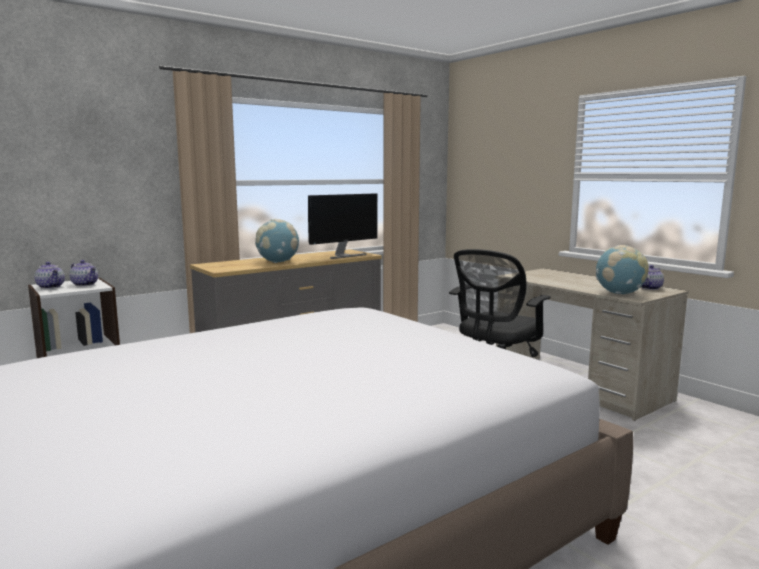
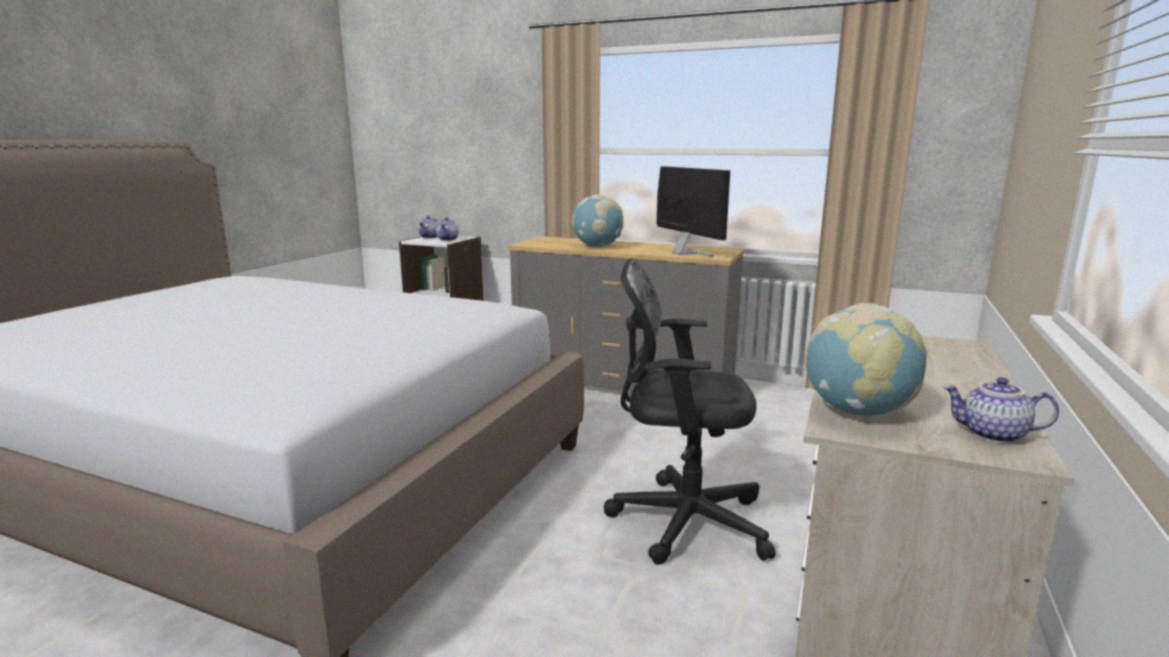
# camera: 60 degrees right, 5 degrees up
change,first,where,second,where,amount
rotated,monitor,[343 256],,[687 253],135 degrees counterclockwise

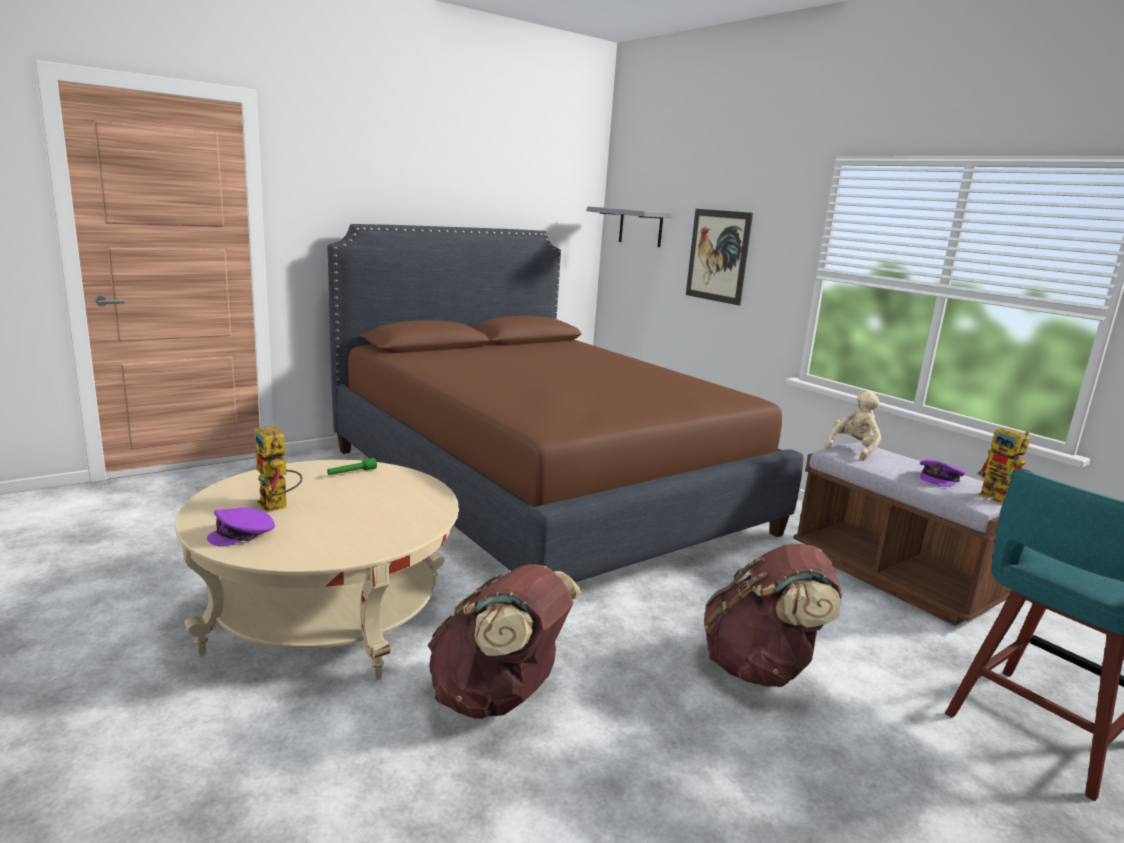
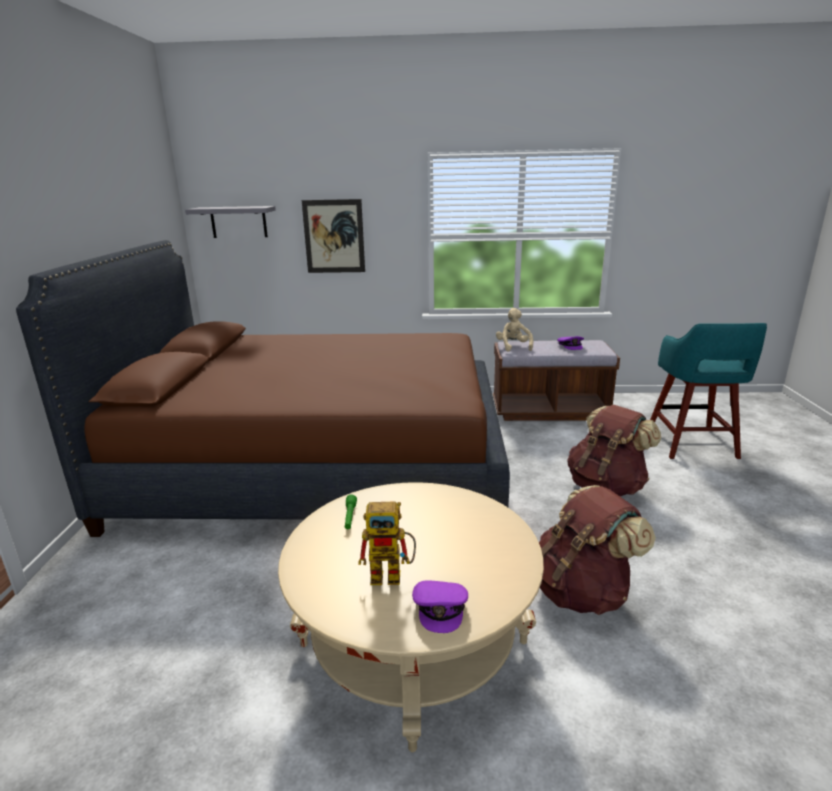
# camera: 50 degrees left, 5 degrees up
change,first,where,second,where,amount
gone,robot zabawkowy,[1003 500],,,

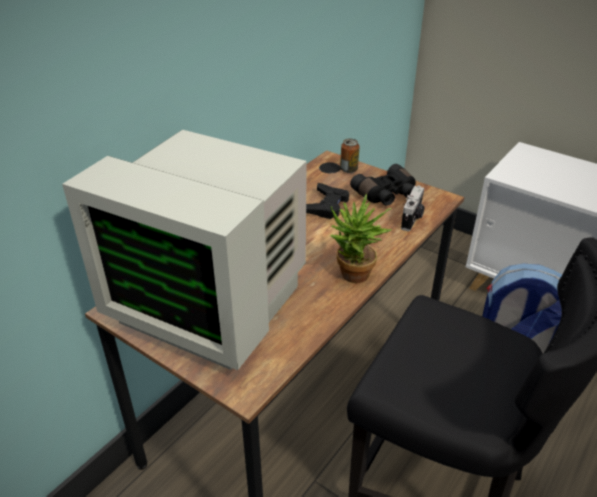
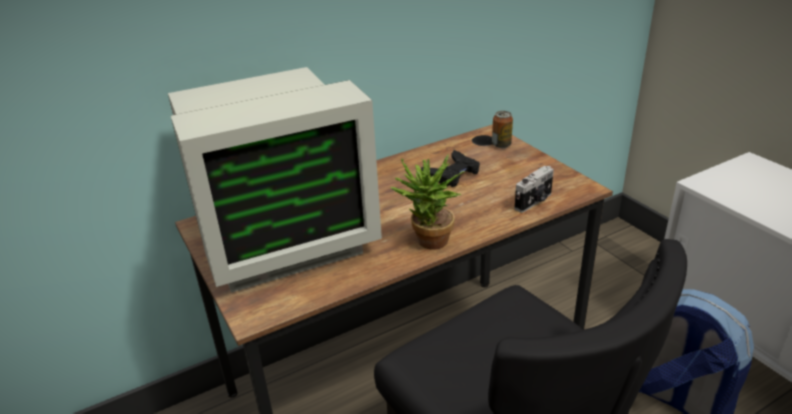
# camera: 25 degrees right, 5 degrees down
change,first,where,second,where,amount
gone,lornetka (czarny),[387 195],,,
rotated,monitor,[212 303],,[280 236],75 degrees counterclockwise

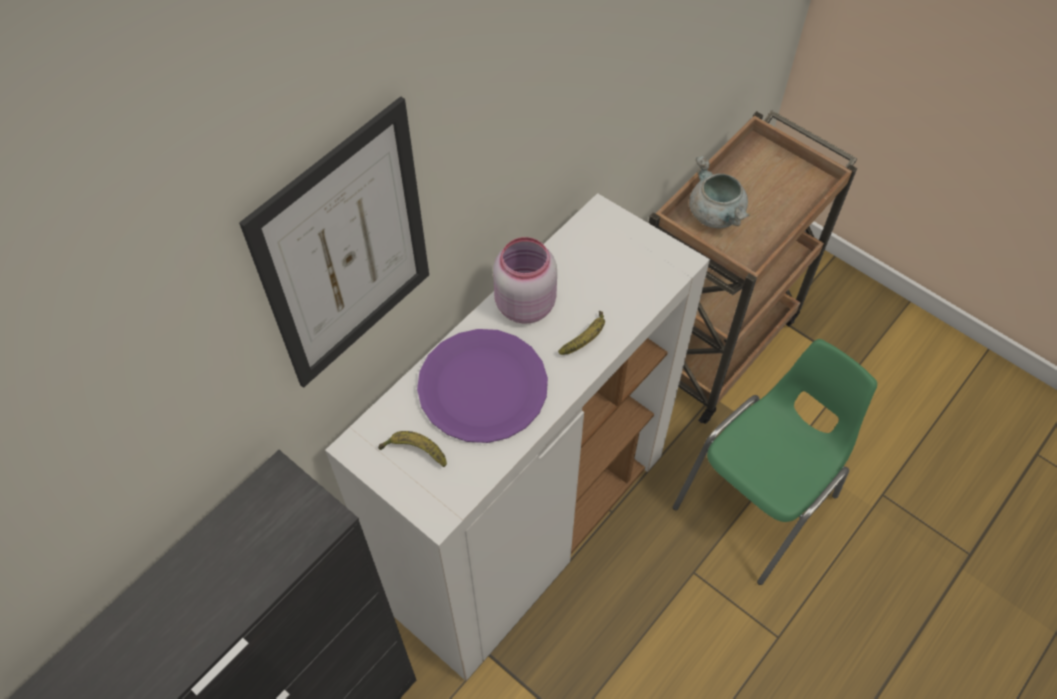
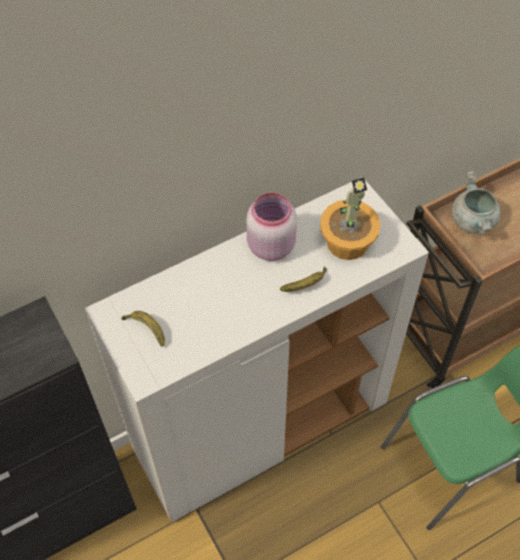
# camera: 20 degrees right, 0 degrees up
change,first,where,second,where,amount
gone,obraz,[346 251],,,
gone,talerz (fioletowy),[482 387],,,
new,,,roślina doniczkowa,[347 241],

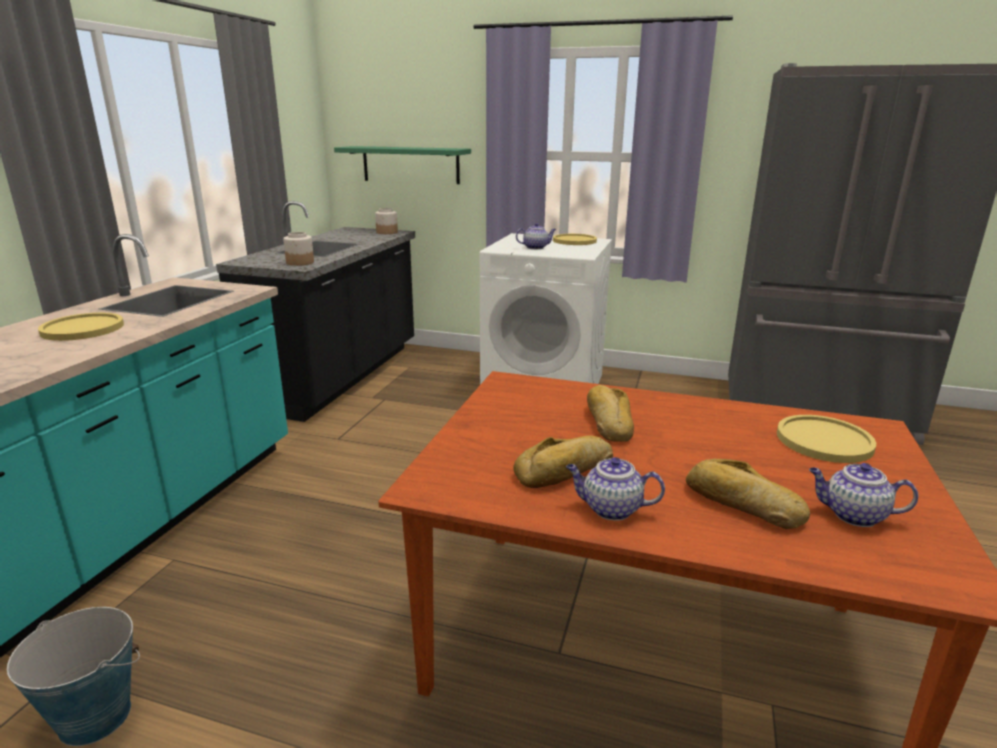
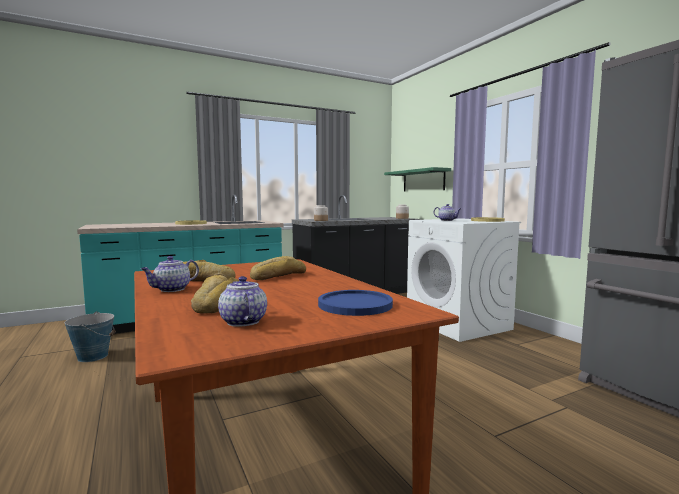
# camera: 45 degrees right, 15 degrees down
change,first,where,second,where,amount
repainted,talerz (żółty),[824 440],talerz (niebieski),[355 304],
rotated,imbryk,[610 509],,[171 289],105 degrees counterclockwise

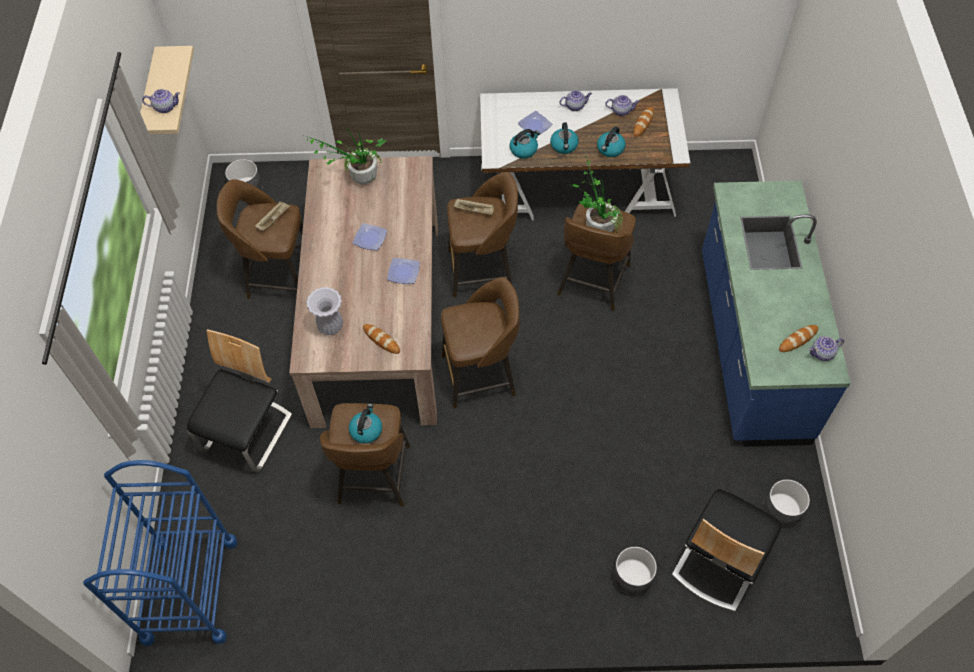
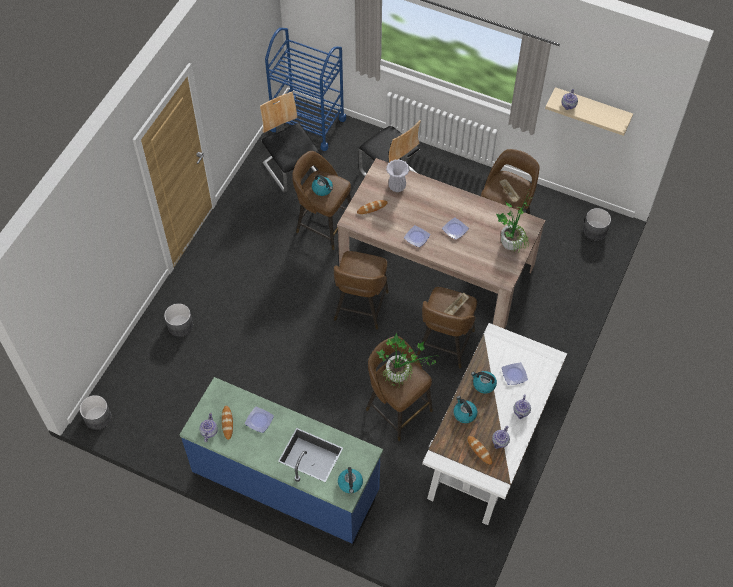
# camera: 115 degrees right, 0 degrees up
change,first,where,second,where,amount
new,,,talerz,[259 421],
shifted,czajnik,[524 149],,[350 483],
shifted,krzesło,[719 561],,[292 169],
shifted,donica (szary),[781 510],,[97 417],

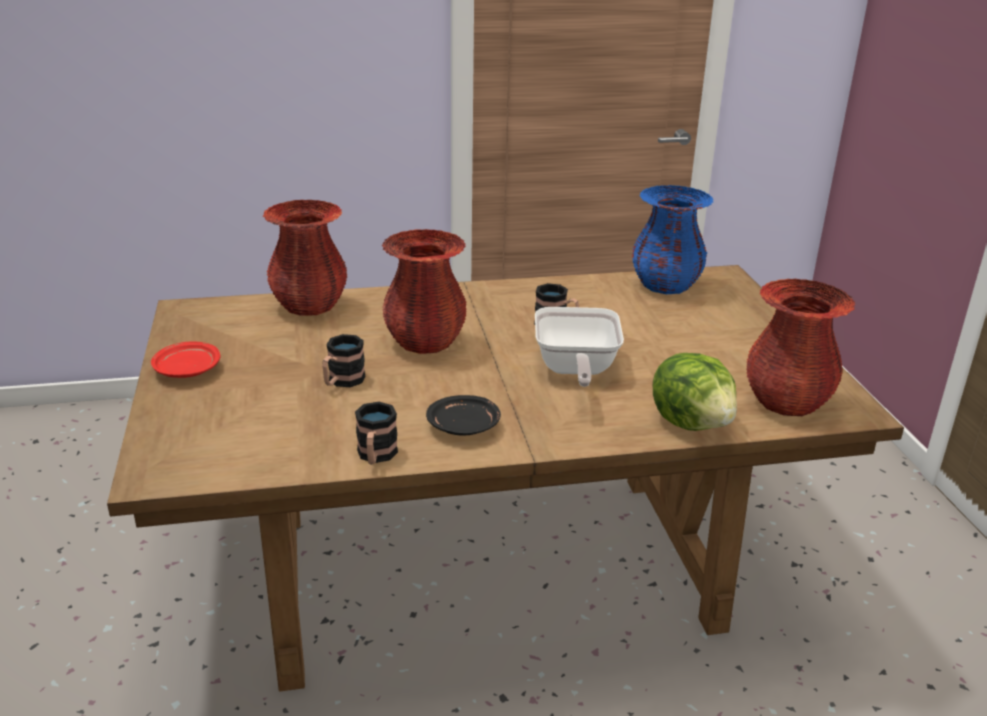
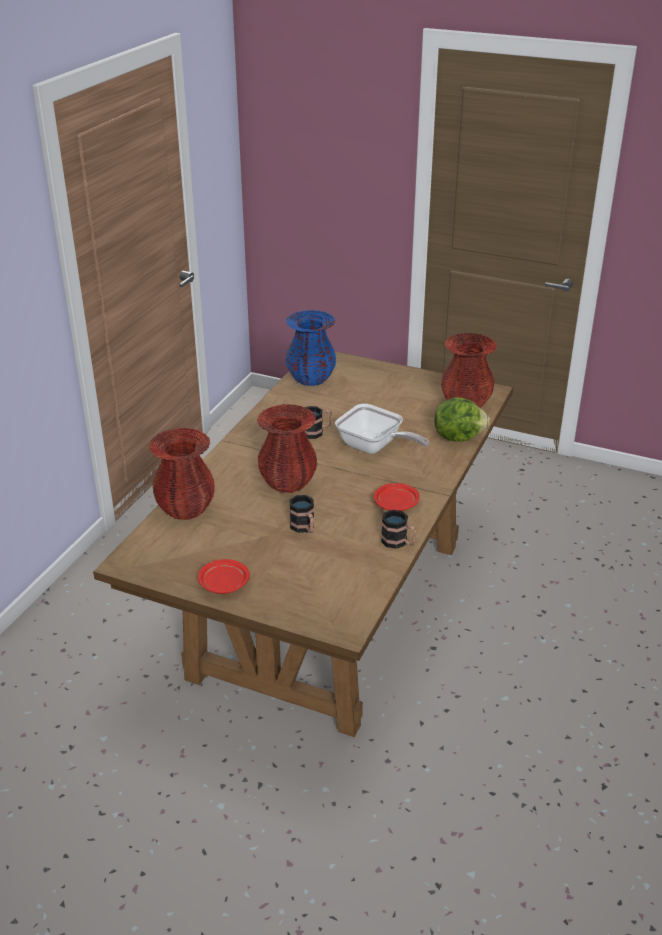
# camera: 55 degrees left, 5 degrees up
change,first,where,second,where,amount
repainted,talerz (czarny),[464 426],talerz (czerwony),[396 504],

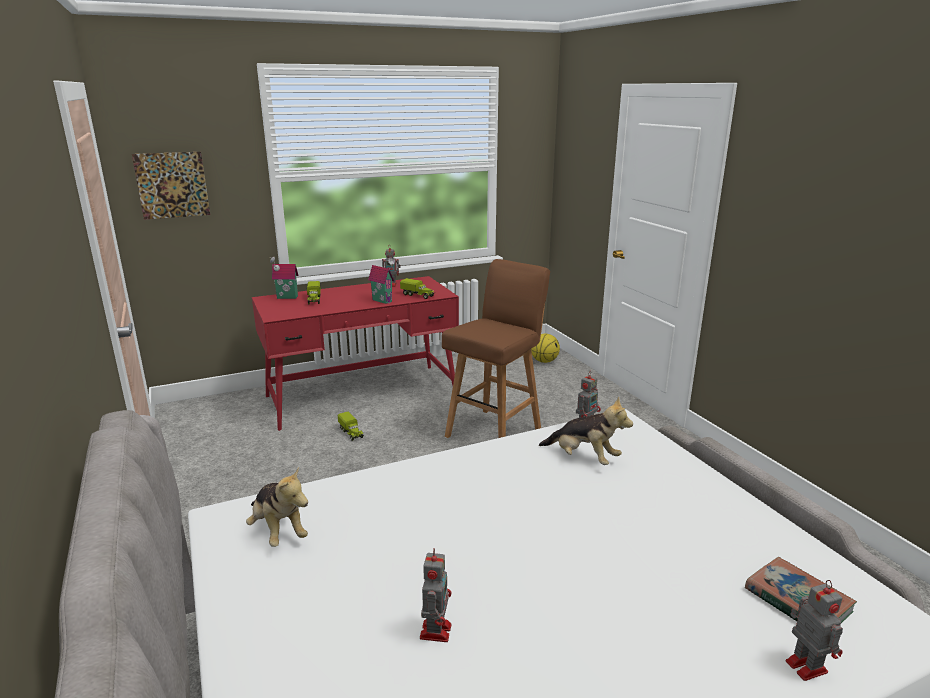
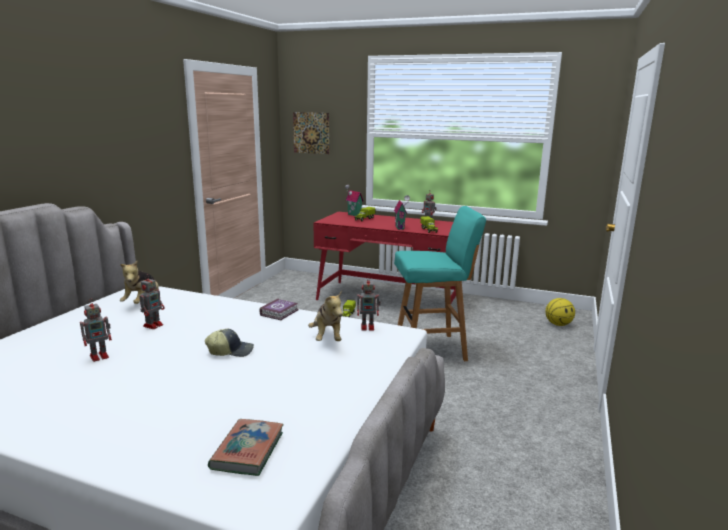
# camera: 45 degrees right, 5 degrees down
change,first,where,second,where,amount
new,,,czapka z daszkiem,[231 351],
new,,,książka,[280 312],
shifted,robot zabawkowy,[804 665],,[153 325],
repainted,stołek (brązowy),[495 432],stołek (turkusowy),[432 349],

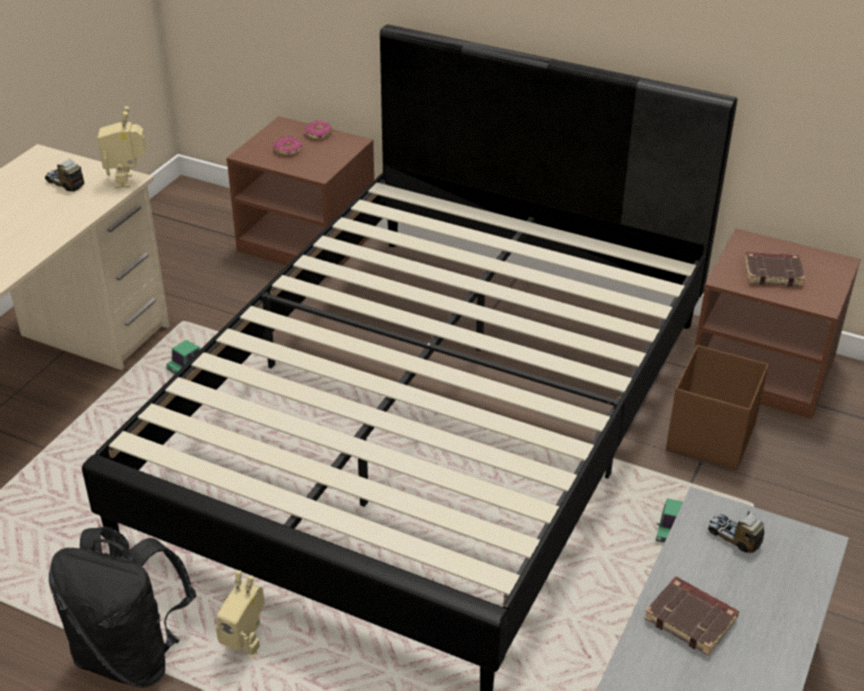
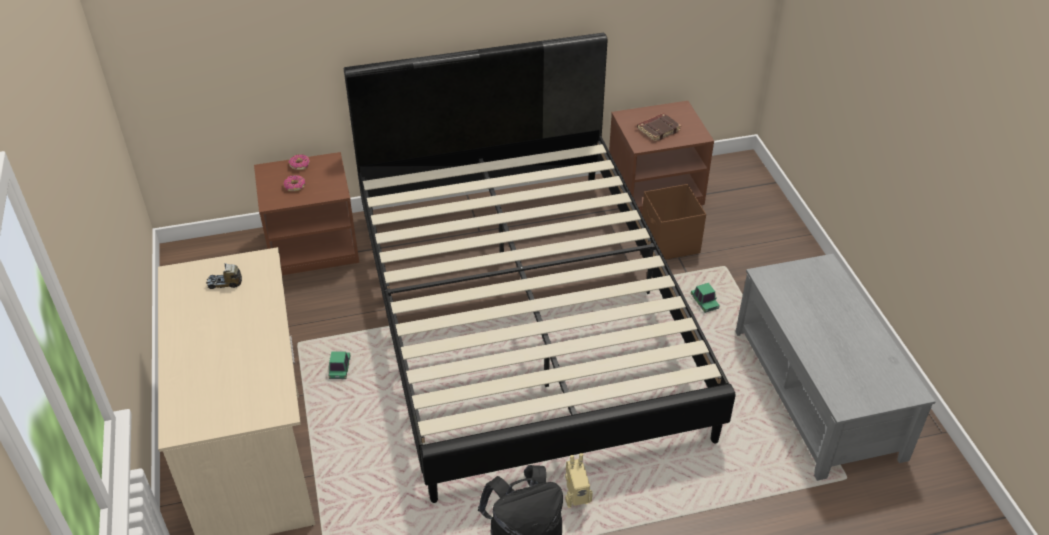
# camera: 40 degrees left, 5 degrees up
change,first,where,second,where,amount
gone,robot zabawkowy,[128 181],,,
gone,książka (brązowy),[692 619],,,
gone,ciężarówka zabawkowa,[734 538],,,

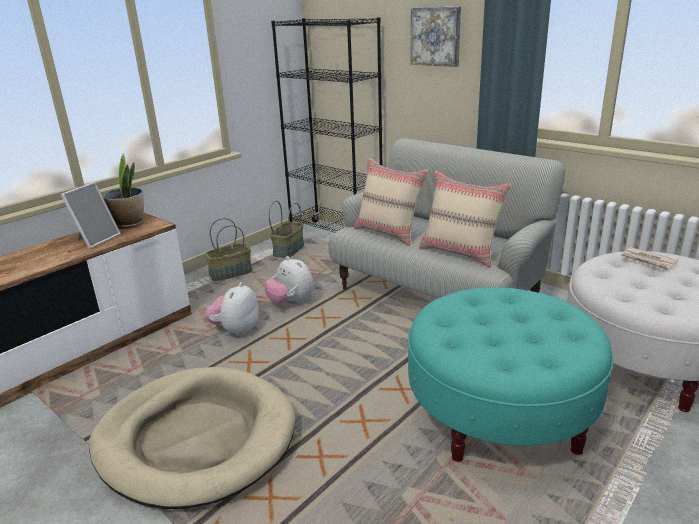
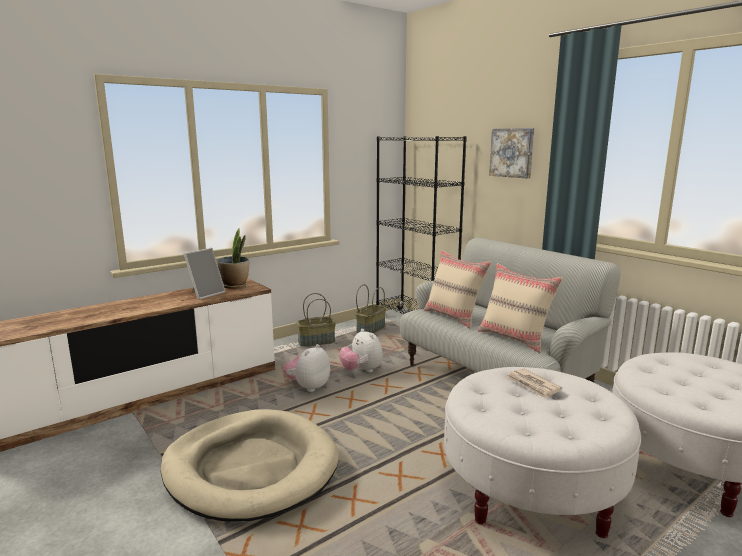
# camera: 10 degrees right, 10 degrees down
change,first,where,second,where,amount
shifted,gazeta,[648 261],,[532 385],
repainted,pufa (turkusowy),[499 414],pufa (biały),[531 490],

